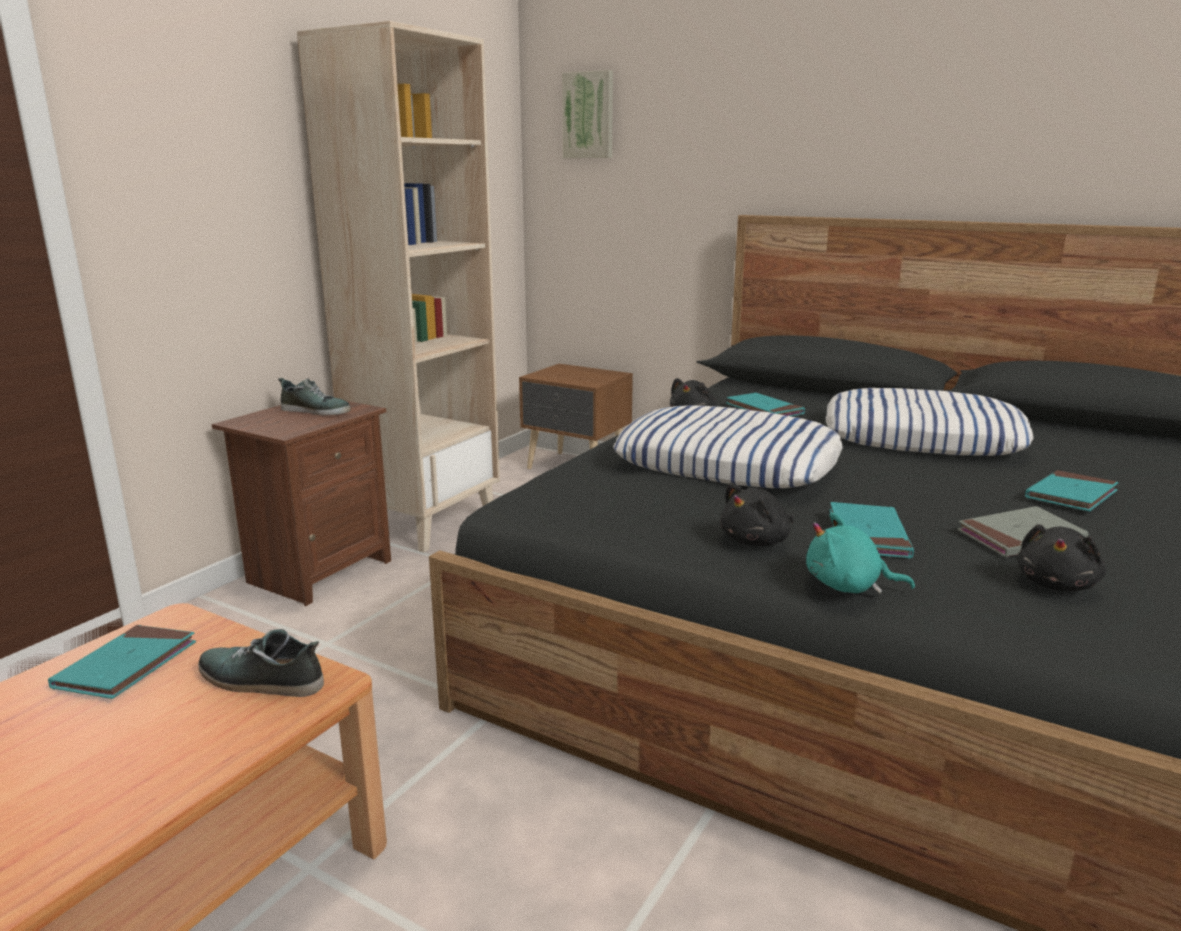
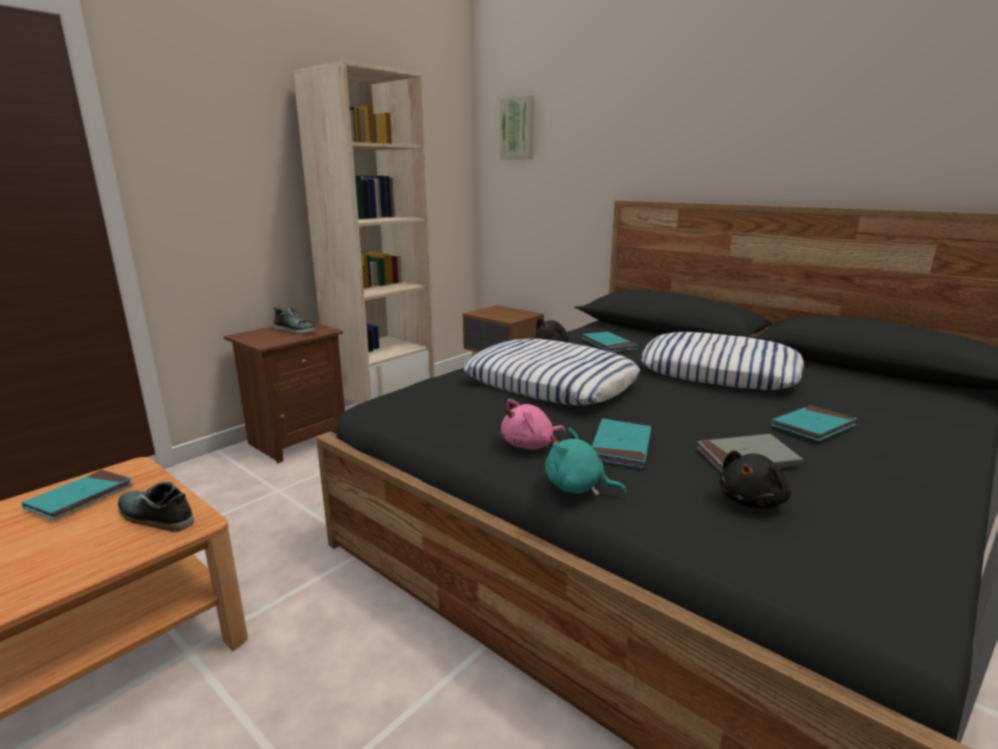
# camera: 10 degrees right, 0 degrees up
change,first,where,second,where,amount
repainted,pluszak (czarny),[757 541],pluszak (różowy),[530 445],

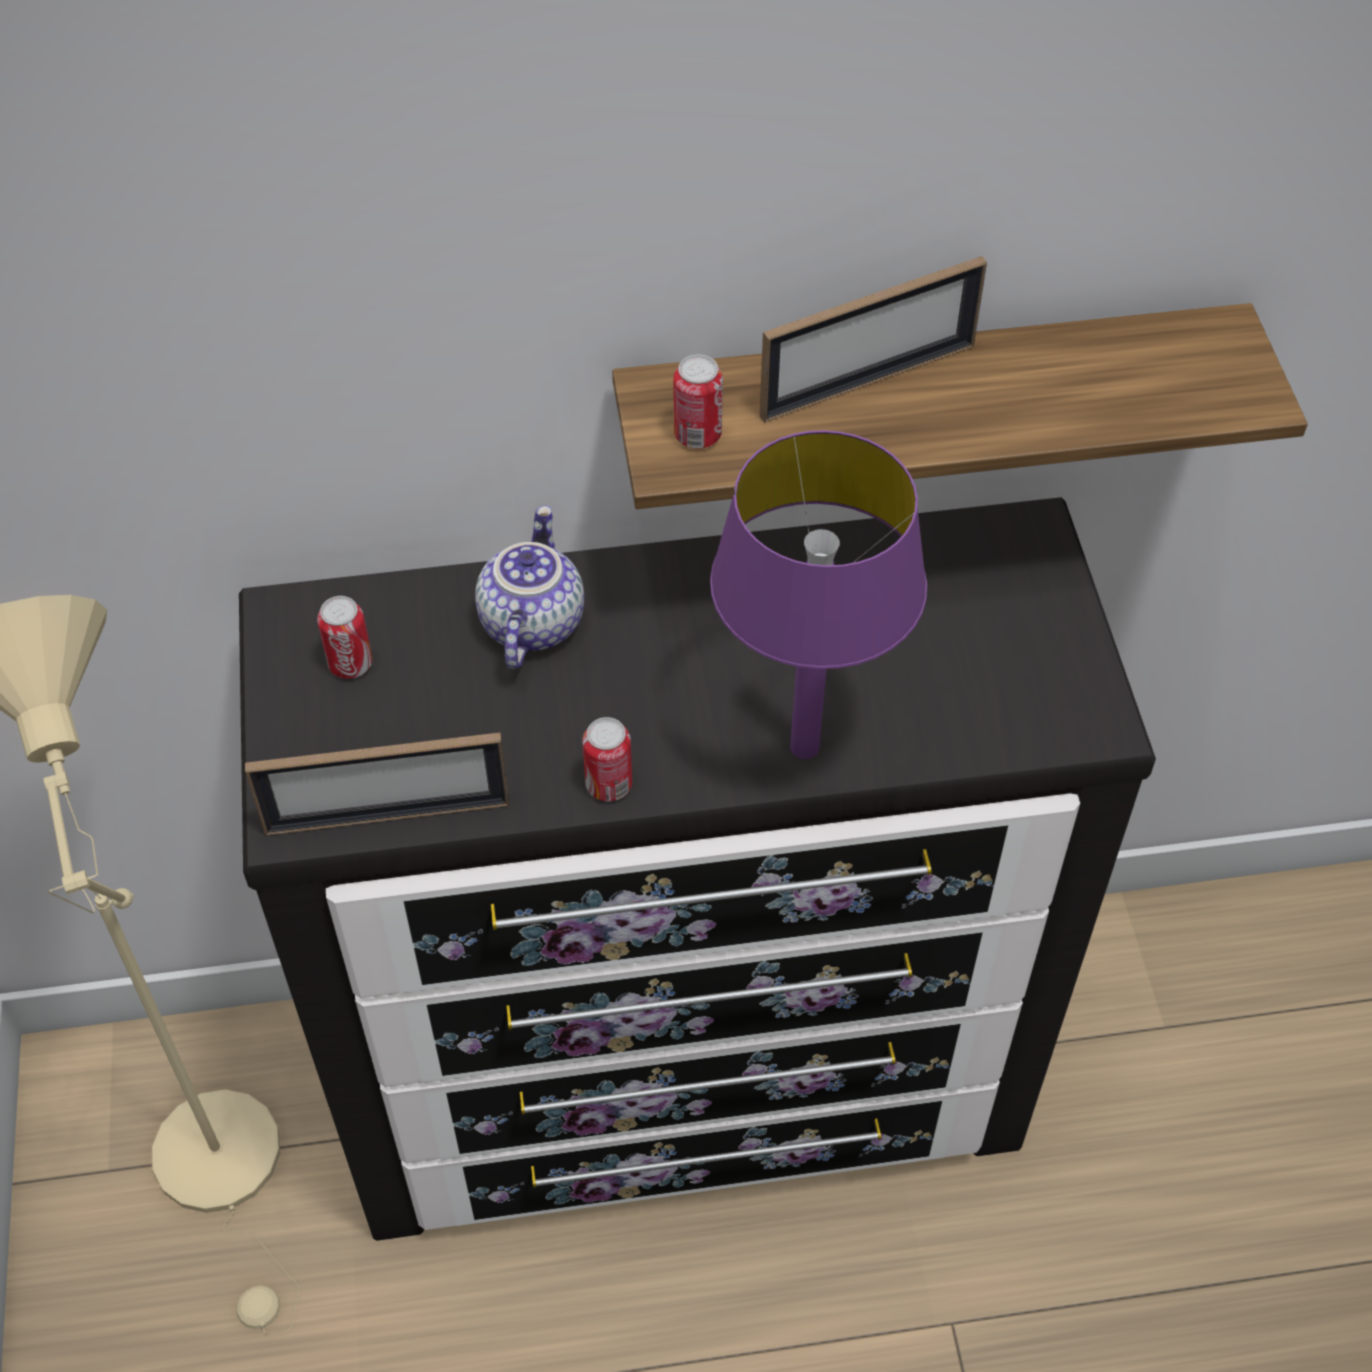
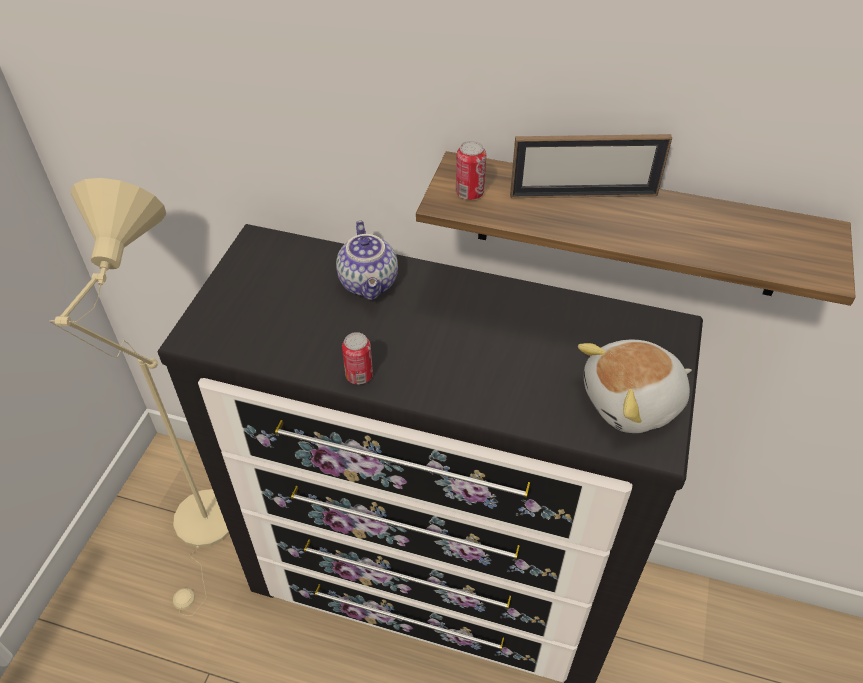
# camera: 25 degrees right, 5 degrees down
change,first,where,second,where,amount
gone,ramka na zdjęcie,[387 816],,,
gone,puszka,[350 664],,,
gone,lampa stołowa (fioletowy),[806 746],,,
new,,,pluszak,[633 402],
rotated,imbryk,[530 622],,[370 283],135 degrees clockwise

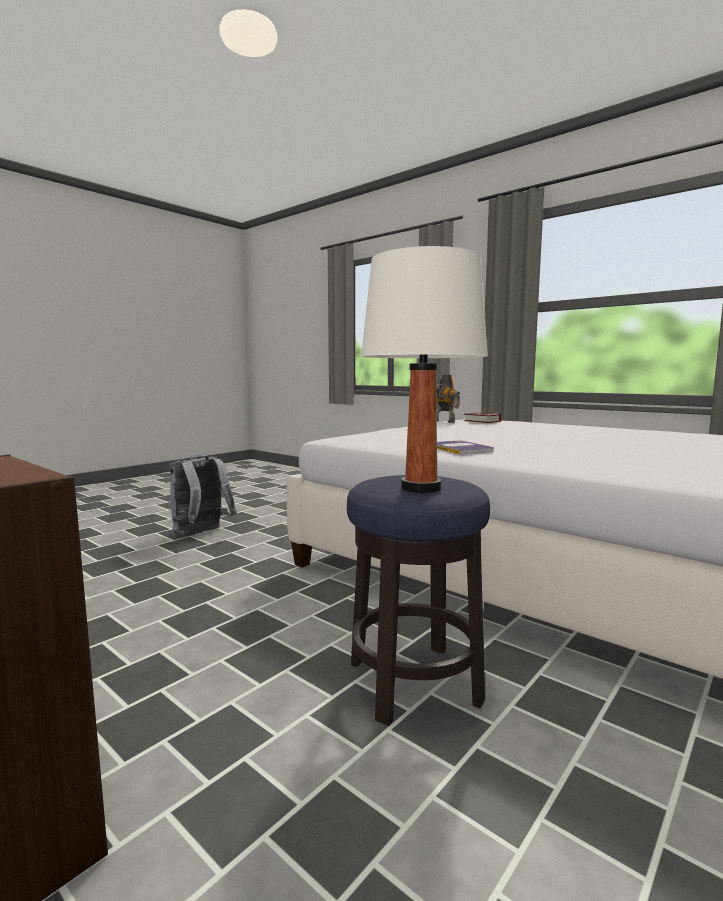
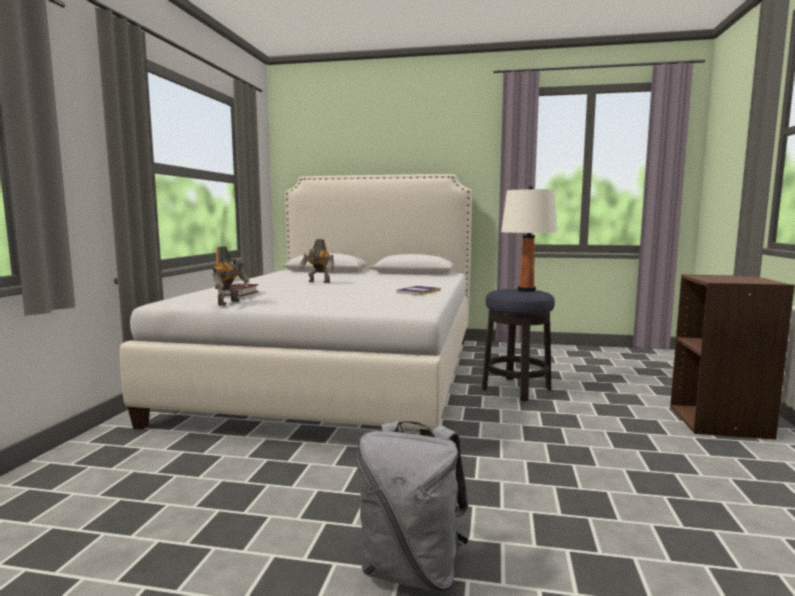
# camera: 120 degrees left, 0 degrees up
change,first,where,second,where,amount
new,,,robot zabawkowy,[318 282],

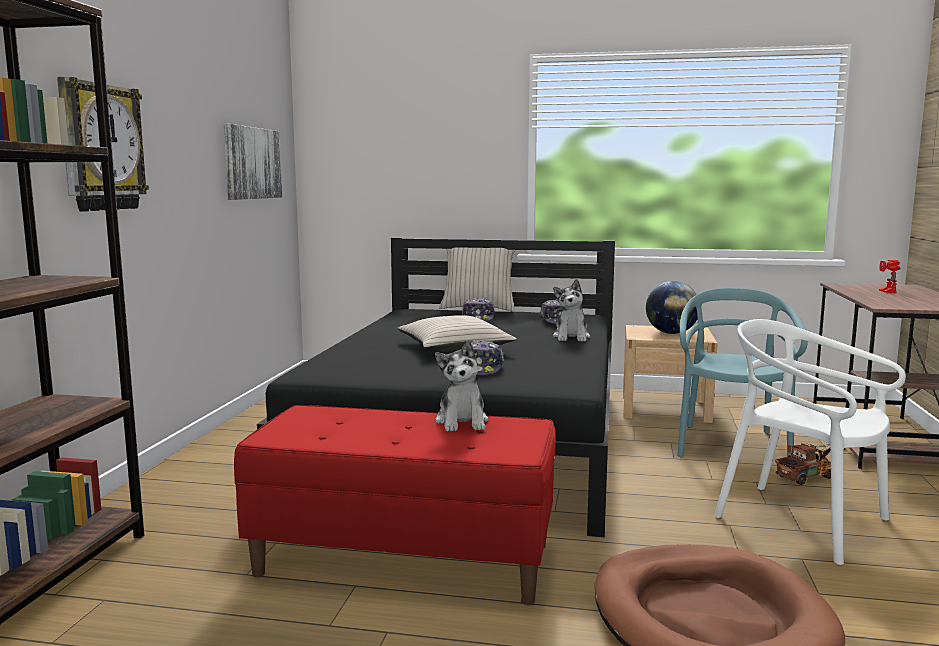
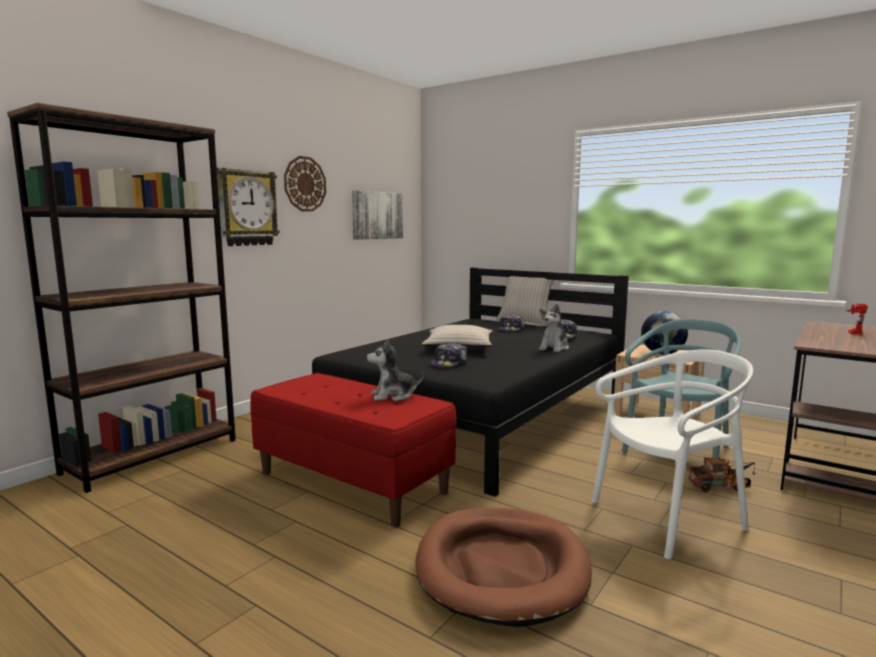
# camera: 25 degrees right, 0 degrees up
change,first,where,second,where,amount
new,,,zegar ścienny,[305 184],
rotated,pluszak,[462 422],,[393 396],60 degrees clockwise
rotated,krzesło (biały),[801 521],,[668 518],90 degrees clockwise

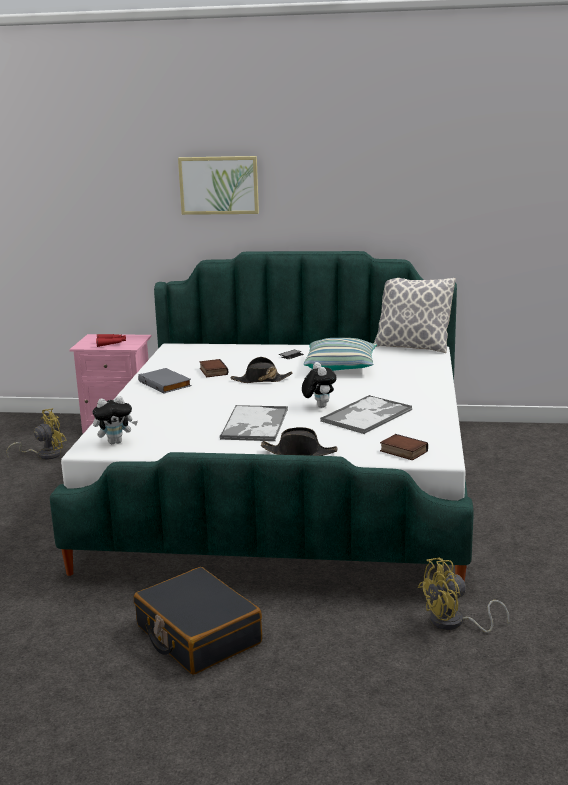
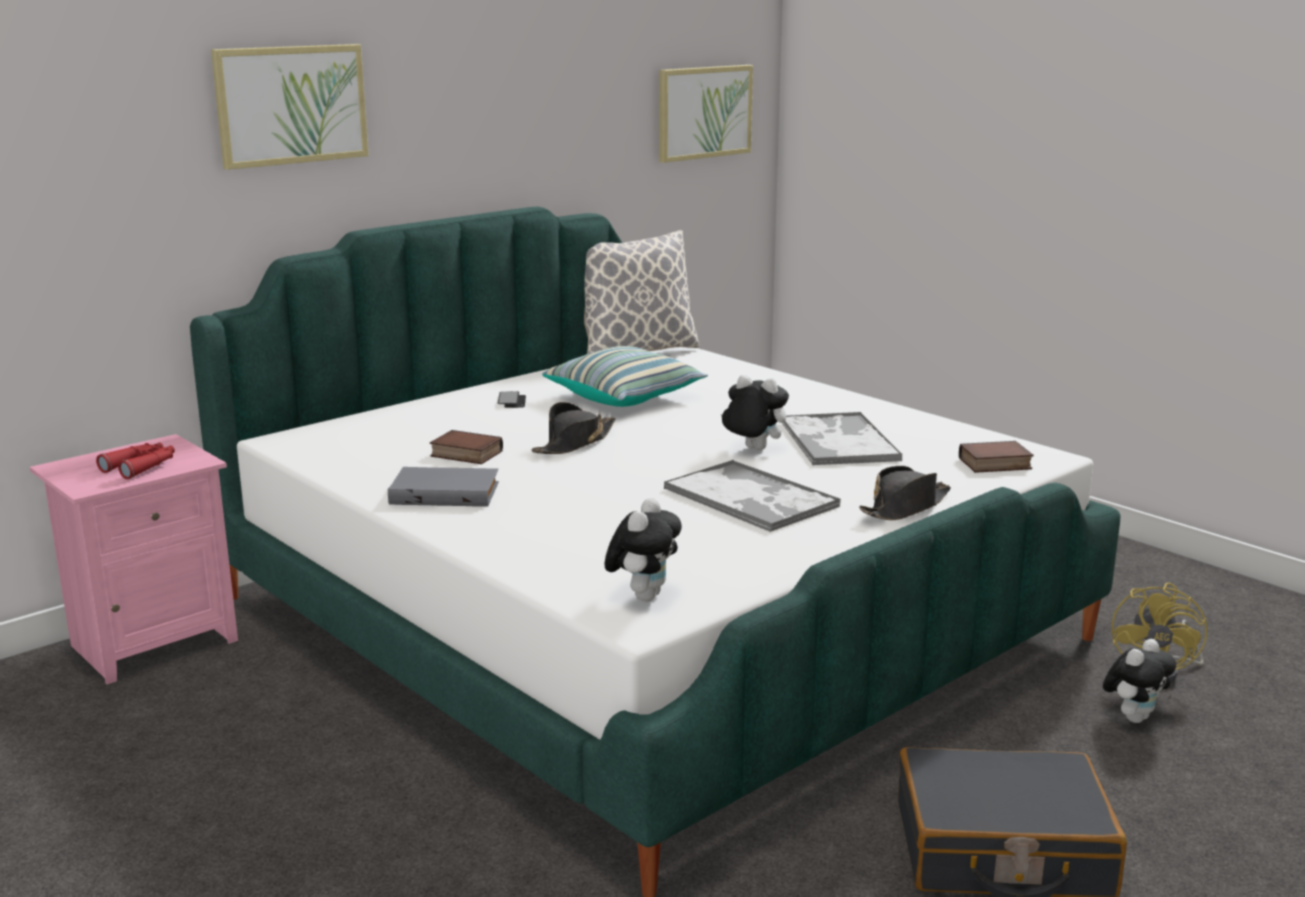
# camera: 50 degrees left, 0 degrees up
change,first,where,second,where,amount
gone,wentylator (żółty),[44 455],,,
new,,,obraz,[704 112],
new,,,pluszak,[1133 717],

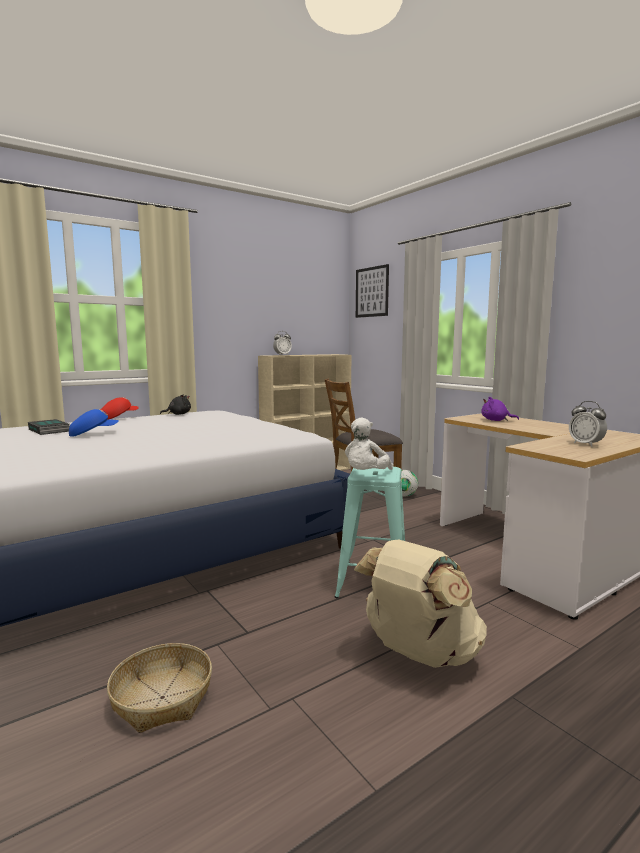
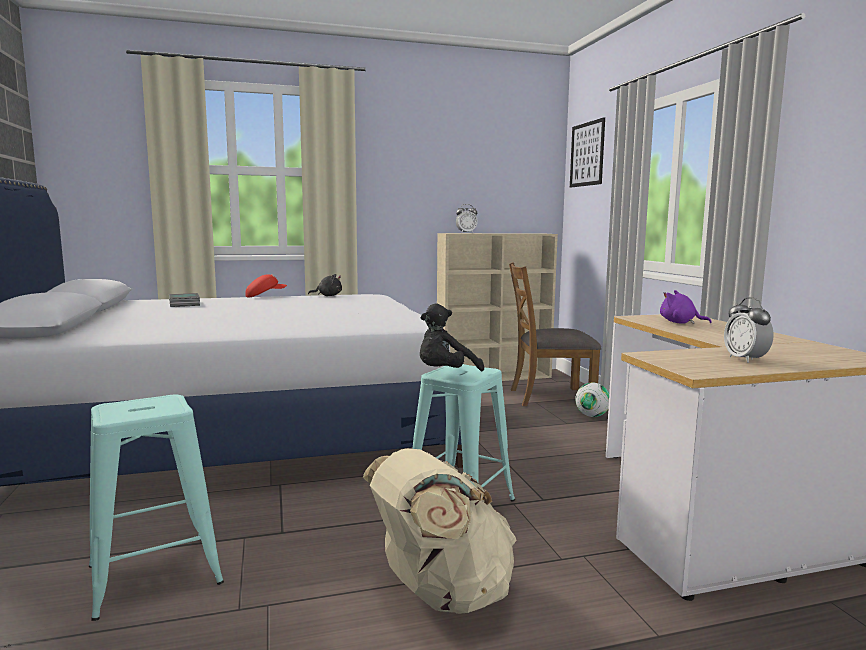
# camera: 20 degrees right, 0 degrees up
change,first,where,second,where,amount
gone,czapka z daszkiem (niebieski),[93 434],,,
swapped,koszyk,[161 698],stołek (turkusowy),[154 574],
repainted,pluszak (biały),[365 475],pluszak (czarny),[445 374],

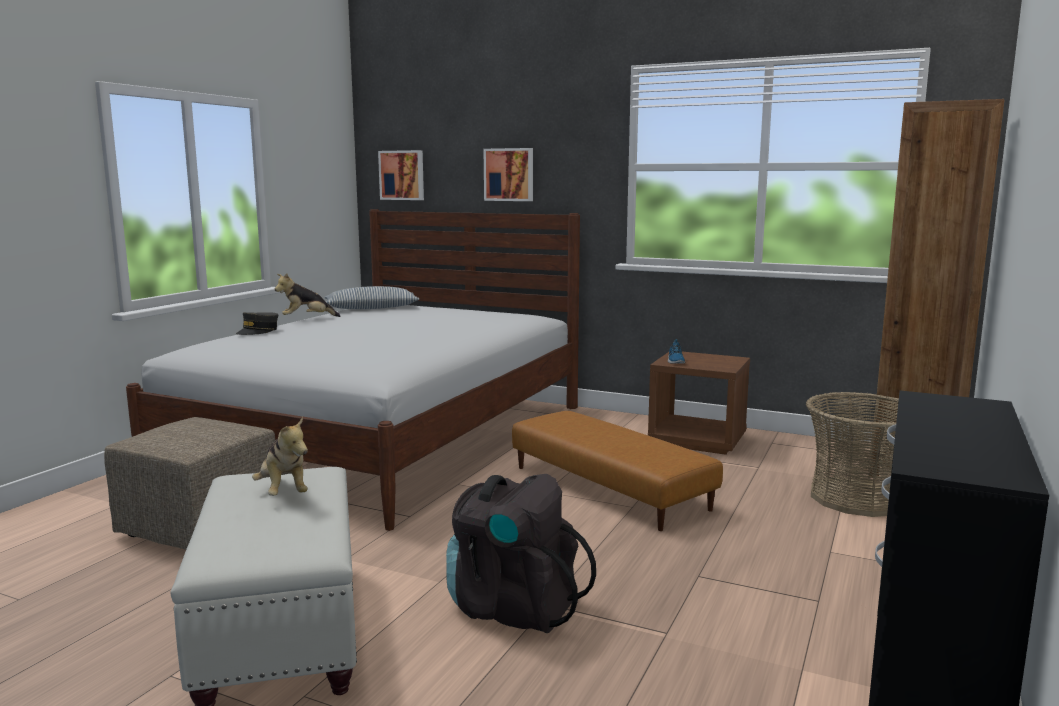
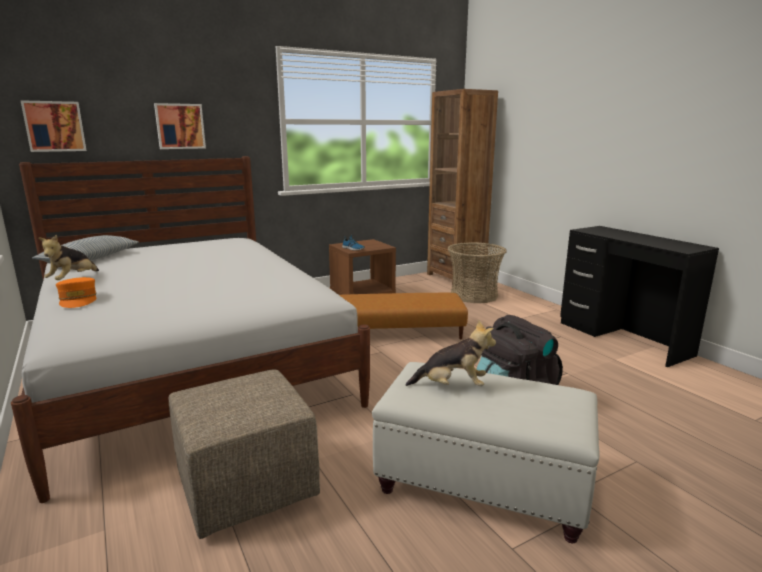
# camera: 55 degrees left, 5 degrees up
change,first,where,second,where,amount
repainted,czapka z daszkiem (szary),[258 331],czapka z daszkiem (pomarańczowy),[78 300],

